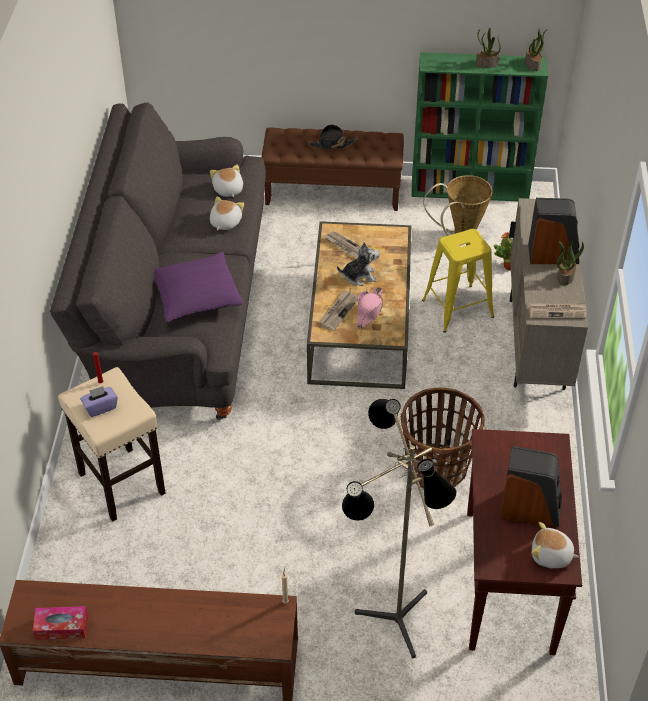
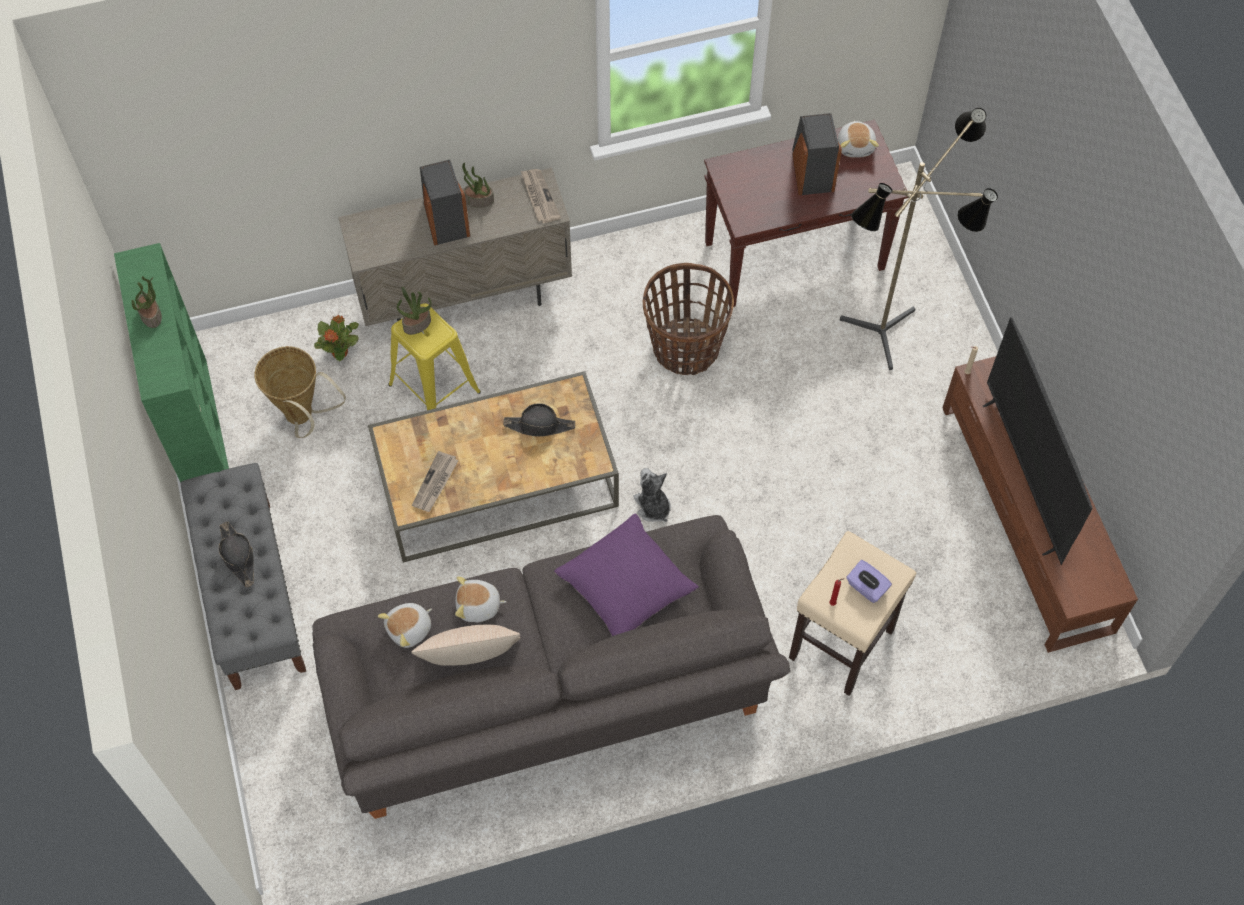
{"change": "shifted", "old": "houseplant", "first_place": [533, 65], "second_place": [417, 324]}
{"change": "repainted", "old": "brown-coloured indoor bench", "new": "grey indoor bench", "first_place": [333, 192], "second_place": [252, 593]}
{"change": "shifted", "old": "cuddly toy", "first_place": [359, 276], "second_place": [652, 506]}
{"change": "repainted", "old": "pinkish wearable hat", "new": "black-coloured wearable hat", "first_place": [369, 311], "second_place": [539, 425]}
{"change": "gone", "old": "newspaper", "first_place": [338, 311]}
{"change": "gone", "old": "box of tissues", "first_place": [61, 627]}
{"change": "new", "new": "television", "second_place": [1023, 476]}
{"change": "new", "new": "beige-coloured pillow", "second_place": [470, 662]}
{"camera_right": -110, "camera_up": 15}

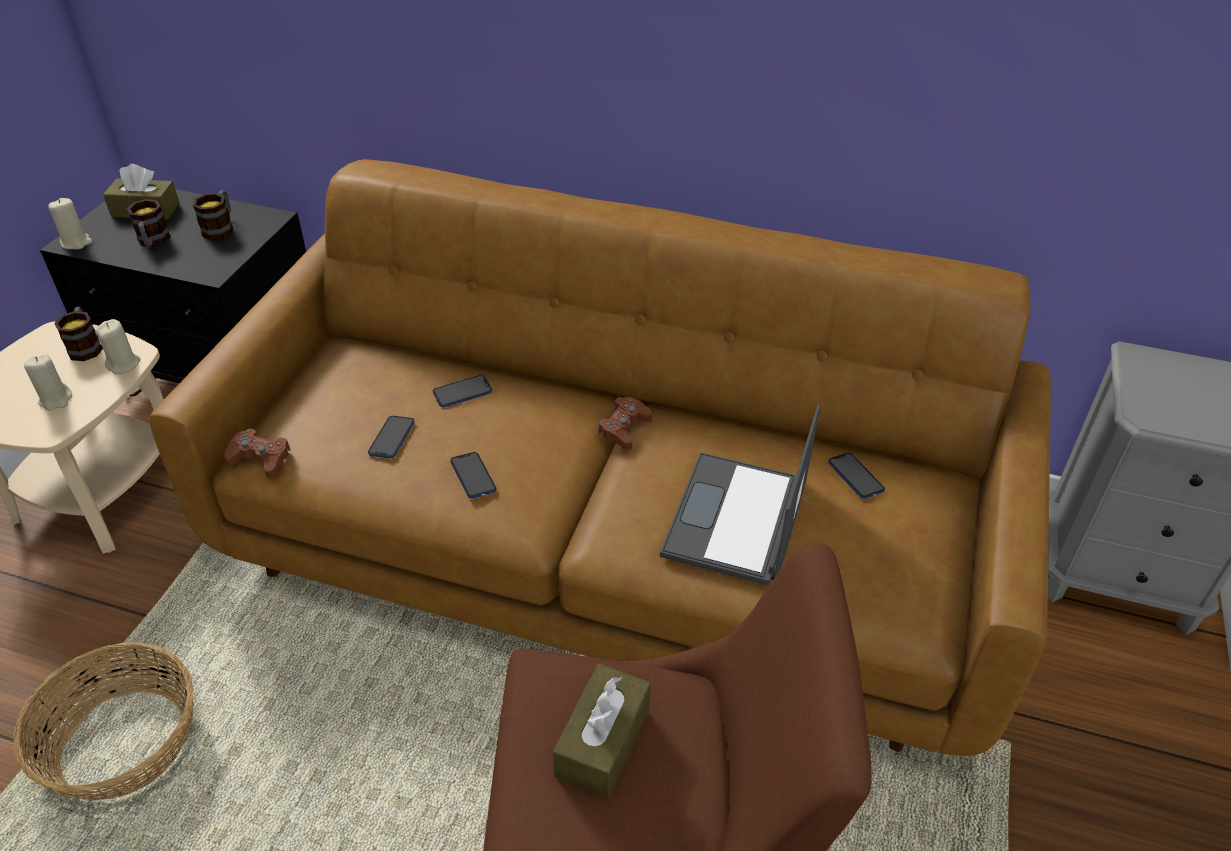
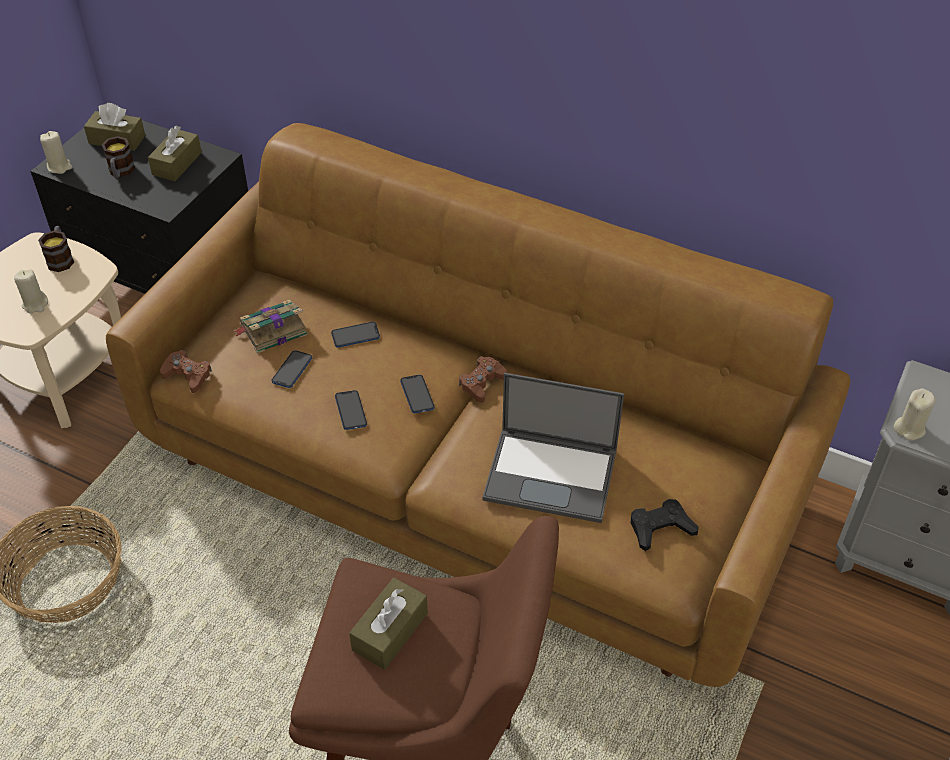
{"change": "swapped", "old": "tea mug", "new": "brown-coloured box of tissues", "first_place": [221, 228], "second_place": [177, 163]}
{"change": "shifted", "old": "beige-coloured wax light", "first_place": [124, 364], "second_place": [909, 428]}
{"change": "rotated", "old": "notebook computer", "first_place": [736, 520], "second_place": [552, 474], "degrees": -105}
{"change": "shifted", "old": "phone", "first_place": [855, 477], "second_place": [417, 395]}
{"change": "new", "new": "volume", "second_place": [272, 330]}
{"change": "new", "new": "black-coloured gamepad", "second_place": [660, 528]}
{"camera_right": 10, "camera_up": 5}

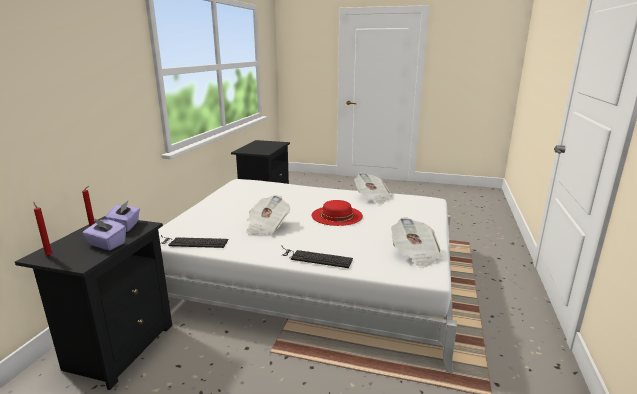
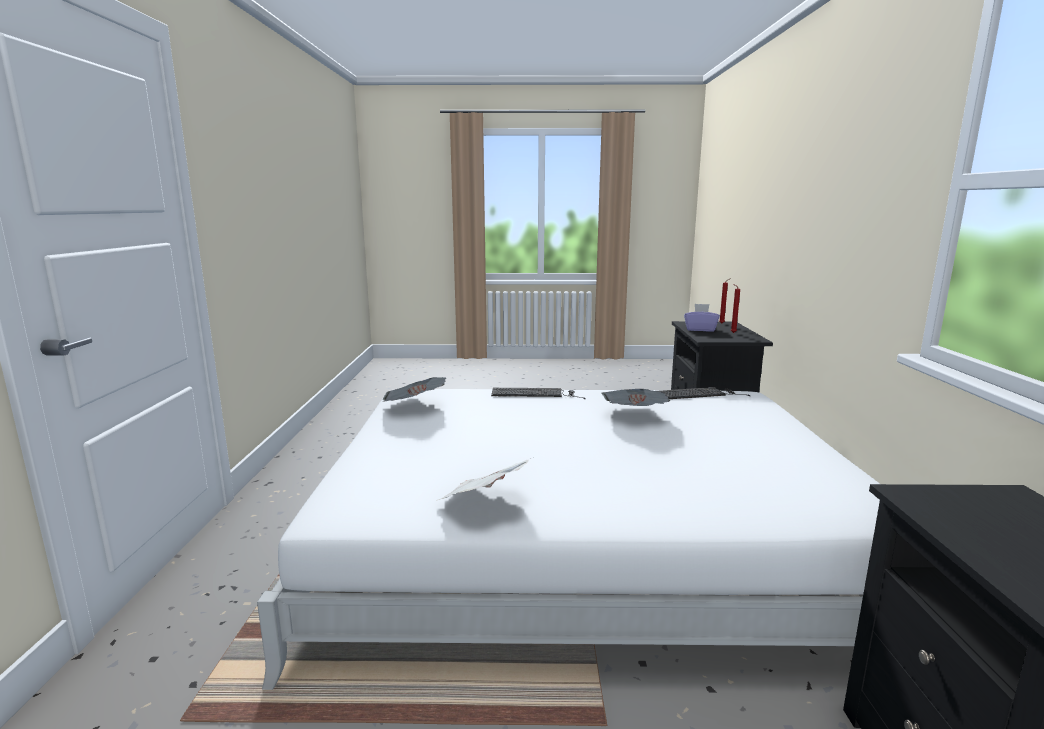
{"change": "gone", "old": "reddish wearable hat", "first_place": [337, 215]}
{"change": "gone", "old": "purple-coloured box of tissues", "first_place": [125, 226]}
{"camera_right": 165, "camera_up": -5}

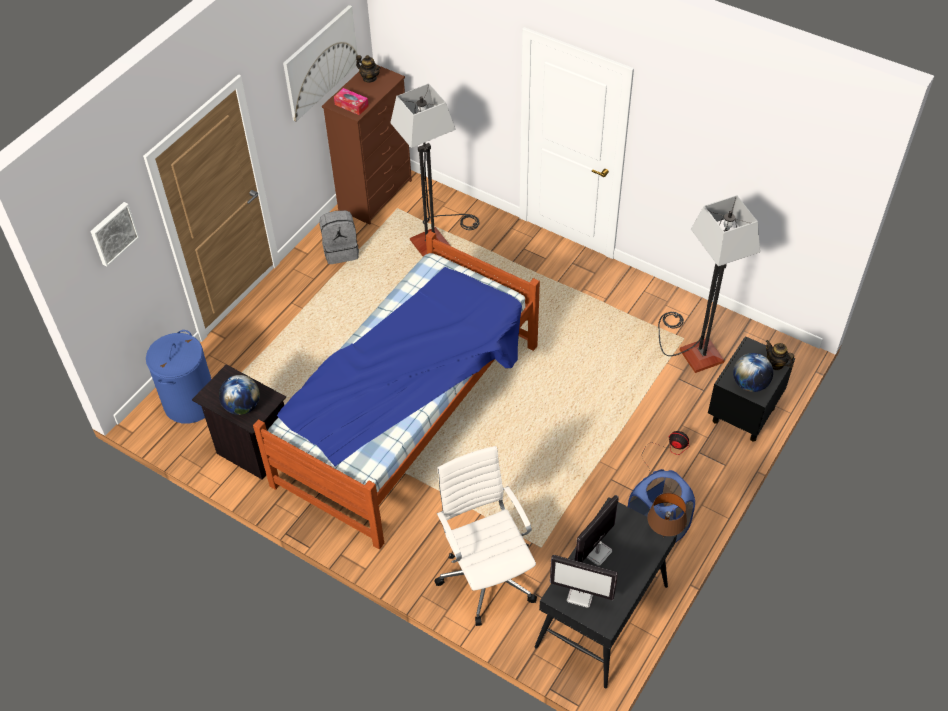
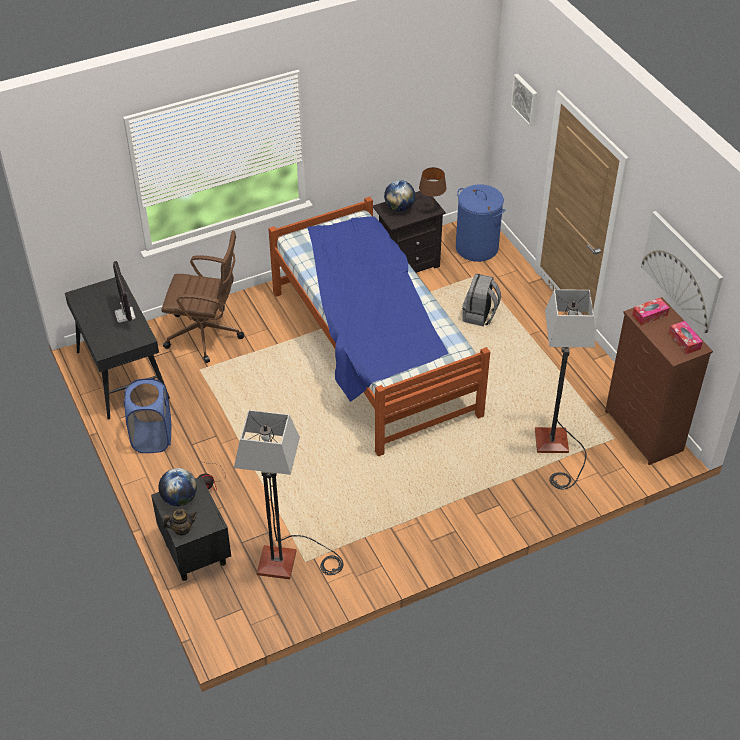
{"change": "swapped", "old": "teapot", "new": "box of tissues", "first_place": [369, 78], "second_place": [684, 341]}
{"change": "shifted", "old": "grey knapsack", "first_place": [341, 251], "second_place": [480, 315]}
{"change": "repainted", "old": "whitish computer chair", "new": "brown-coloured computer chair", "first_place": [487, 574], "second_place": [206, 334]}
{"change": "shifted", "old": "brown-coloured table lamp", "first_place": [663, 537], "second_place": [431, 207]}
{"change": "gone", "old": "computer screen", "first_place": [581, 595]}
{"camera_right": 120, "camera_up": -5}

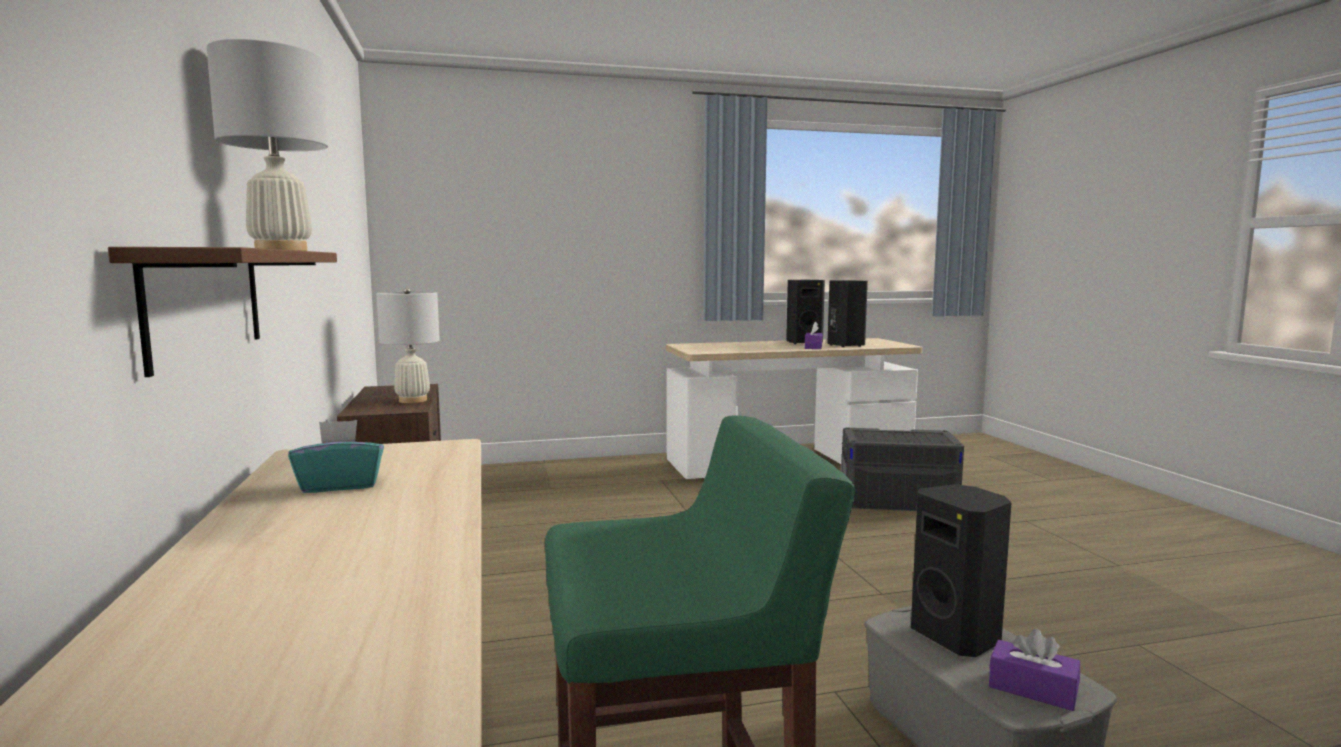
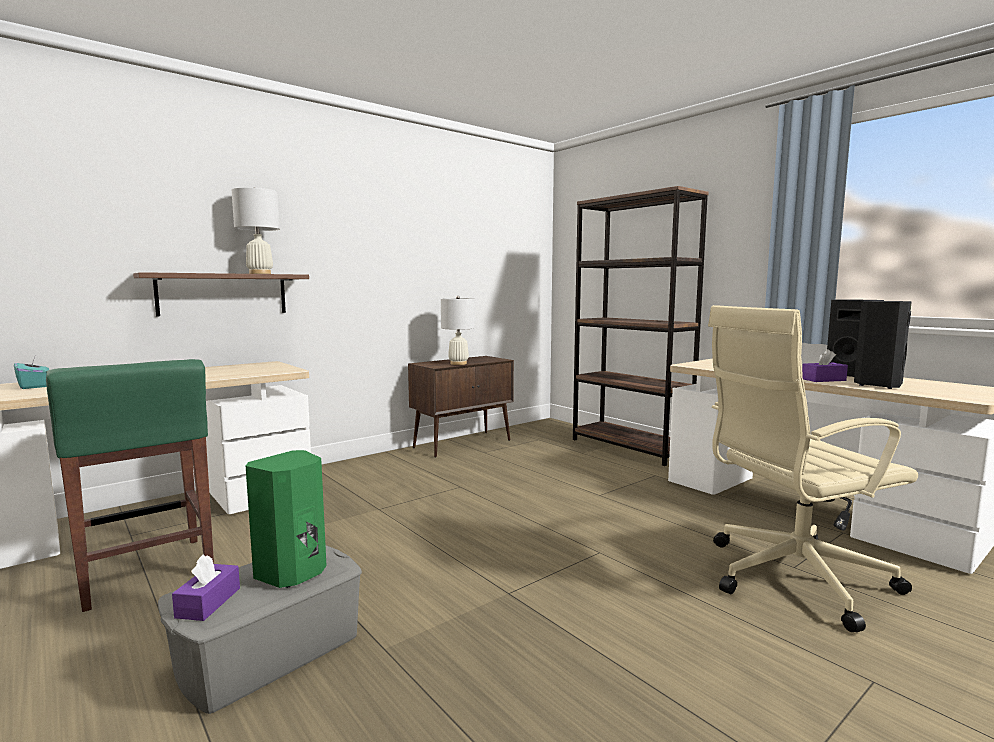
{"change": "shifted", "old": "blue-green box of tissues", "first_place": [341, 485], "second_place": [34, 386]}
{"change": "swapped", "old": "grey storage container", "new": "beige-coloured computer chair", "first_place": [897, 499], "second_place": [791, 578]}
{"change": "repainted", "old": "black-coloured loudspeaker", "new": "greenish loudspeaker", "first_place": [958, 636], "second_place": [293, 573]}
{"change": "new", "new": "brown-coloured shelving unit", "second_place": [630, 447]}
{"camera_right": 65, "camera_up": 0}

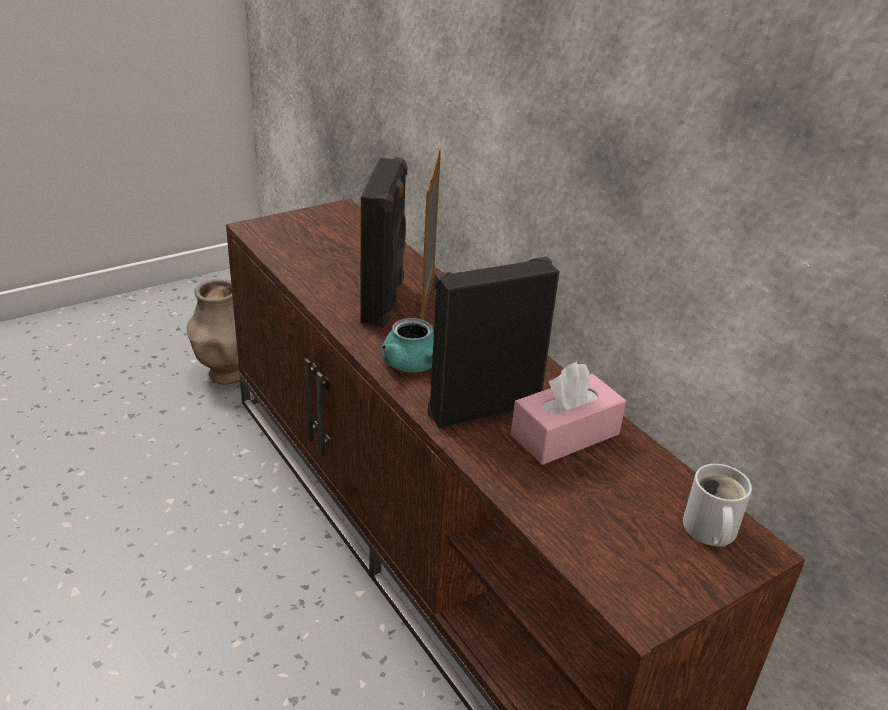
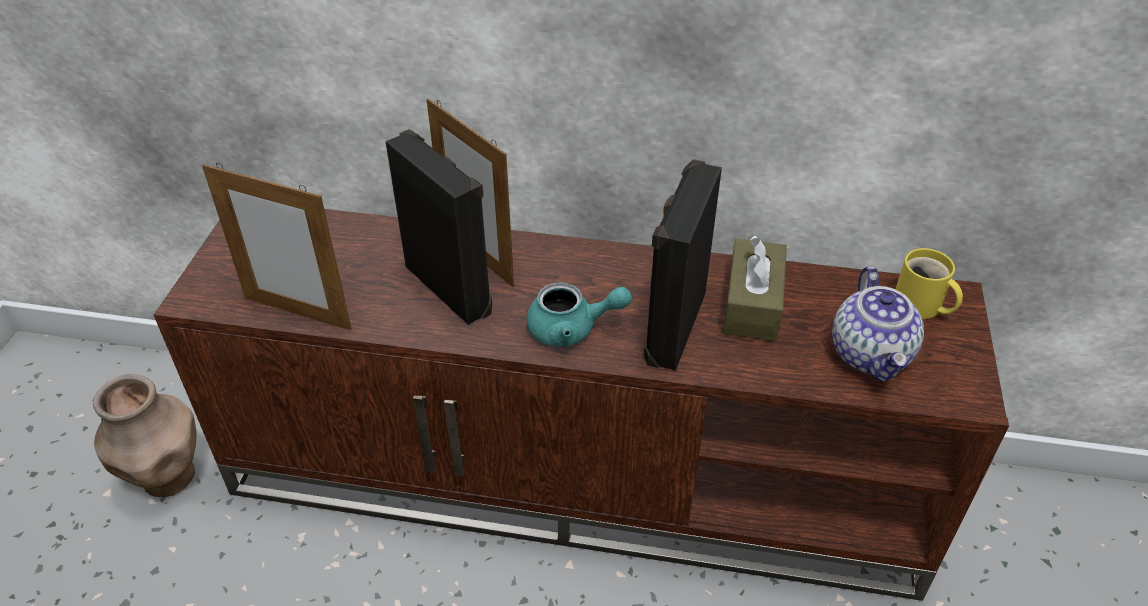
{"change": "repainted", "old": "pinkish box of tissues", "new": "brown-coloured box of tissues", "first_place": [565, 434], "second_place": [752, 304]}
{"change": "repainted", "old": "whitish tea mug", "new": "yellow tea mug", "first_place": [708, 531], "second_place": [920, 306]}
{"change": "new", "new": "photo frame", "second_place": [297, 313]}
{"change": "new", "new": "teapot", "second_place": [872, 355]}
{"camera_right": -45, "camera_up": 10}

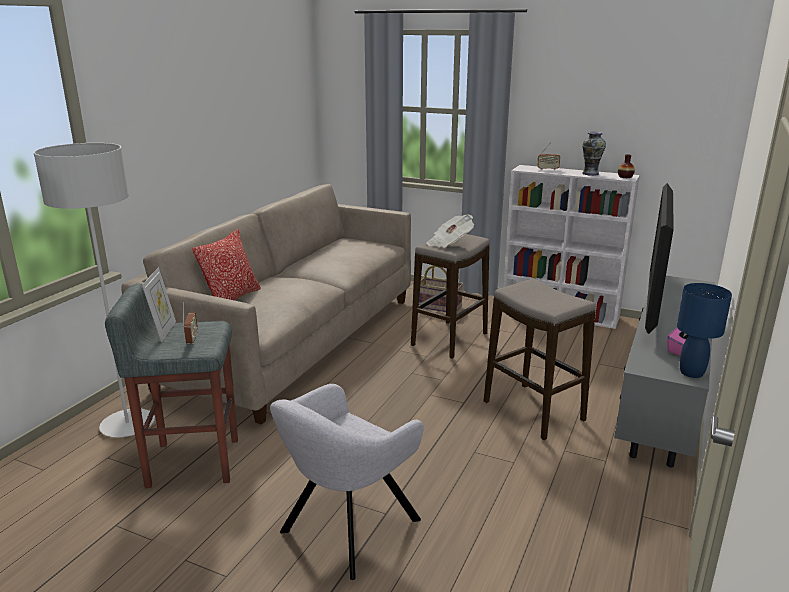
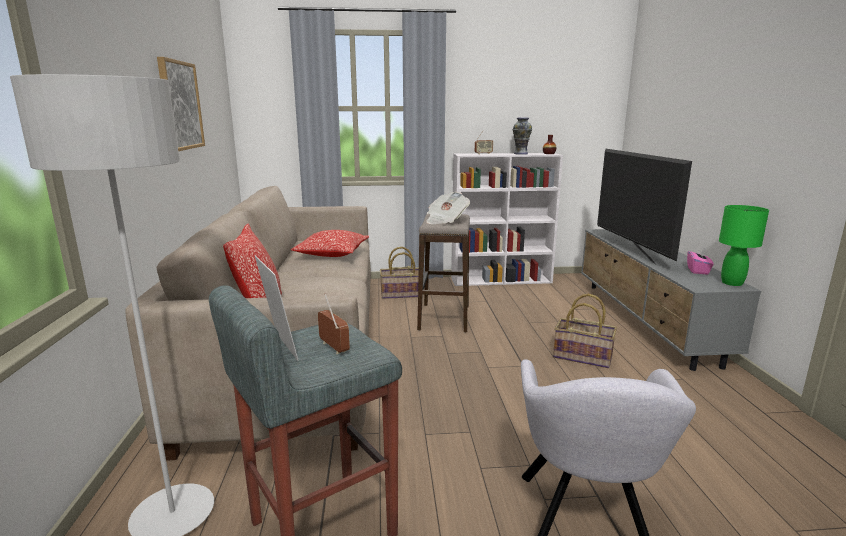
{"change": "swapped", "old": "sitting stool", "new": "household basket", "first_place": [533, 411], "second_place": [583, 356]}
{"change": "repainted", "old": "blue-coloured table lamp", "new": "greenish table lamp", "first_place": [691, 373], "second_place": [732, 283]}
{"change": "new", "new": "picture", "second_place": [180, 105]}
{"change": "new", "new": "pillow", "second_place": [332, 254]}
{"camera_right": -30, "camera_up": -5}

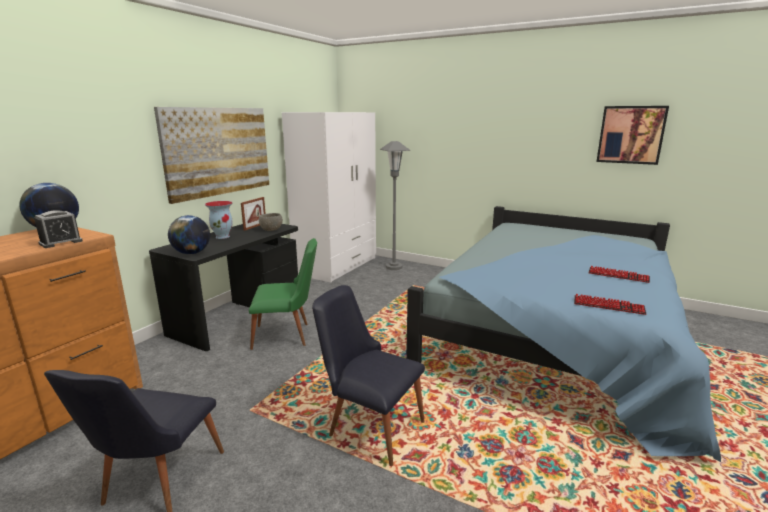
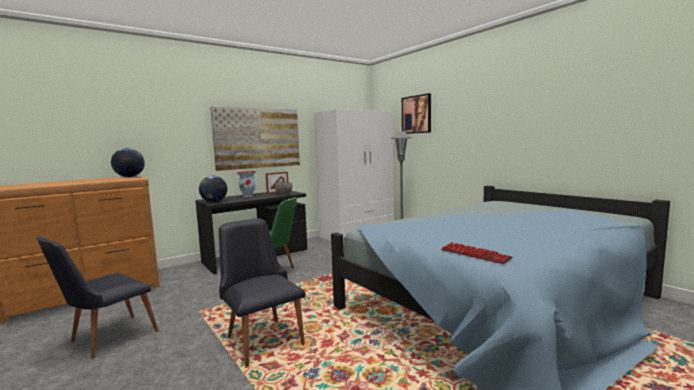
{"change": "shifted", "old": "picture", "first_place": [631, 135], "second_place": [416, 114]}
{"change": "gone", "old": "table clock", "first_place": [61, 242]}
{"change": "gone", "old": "keyboard", "first_place": [618, 275]}
{"camera_right": 25, "camera_up": -10}

